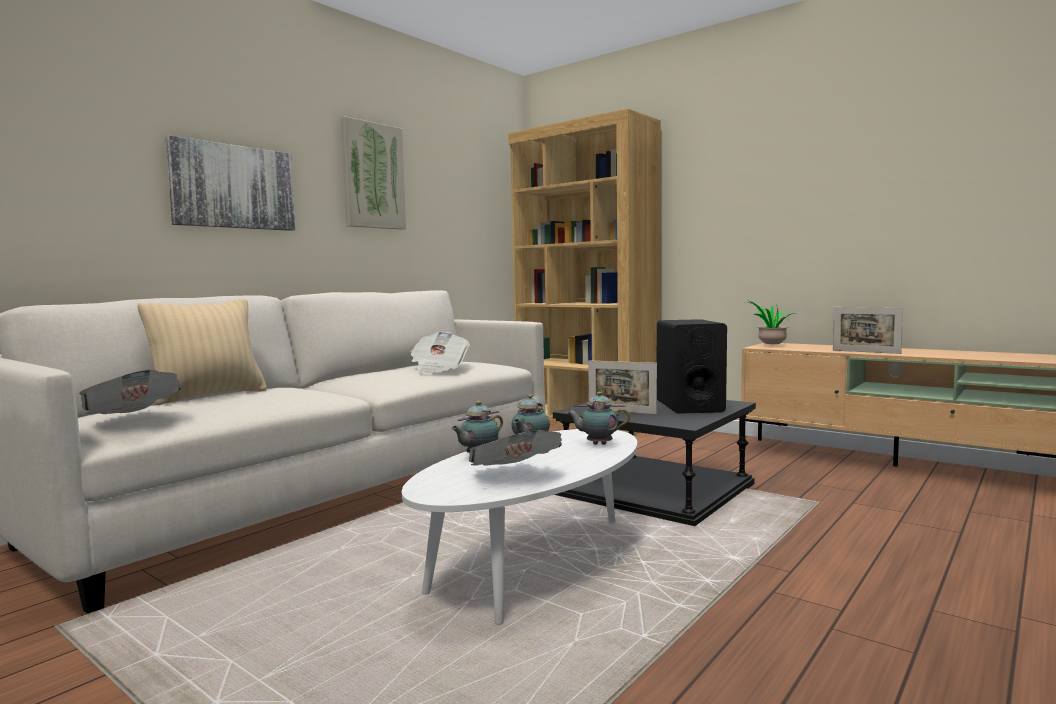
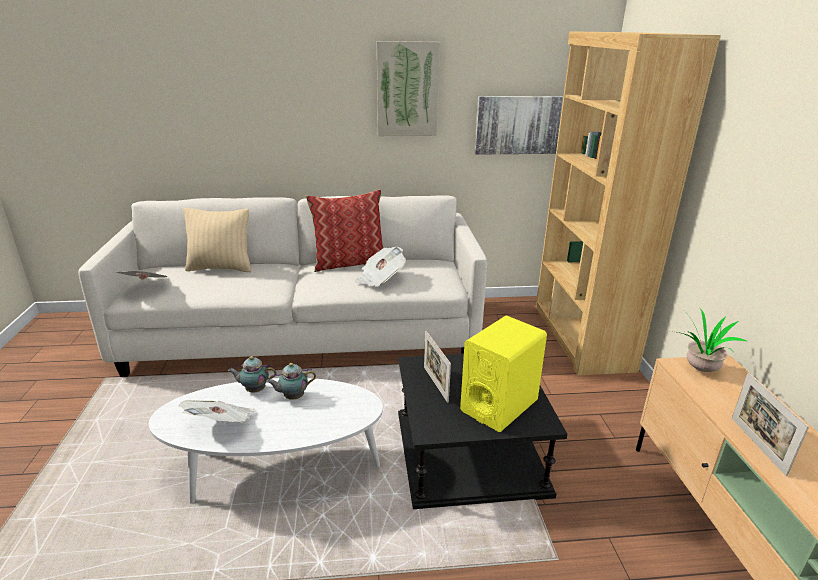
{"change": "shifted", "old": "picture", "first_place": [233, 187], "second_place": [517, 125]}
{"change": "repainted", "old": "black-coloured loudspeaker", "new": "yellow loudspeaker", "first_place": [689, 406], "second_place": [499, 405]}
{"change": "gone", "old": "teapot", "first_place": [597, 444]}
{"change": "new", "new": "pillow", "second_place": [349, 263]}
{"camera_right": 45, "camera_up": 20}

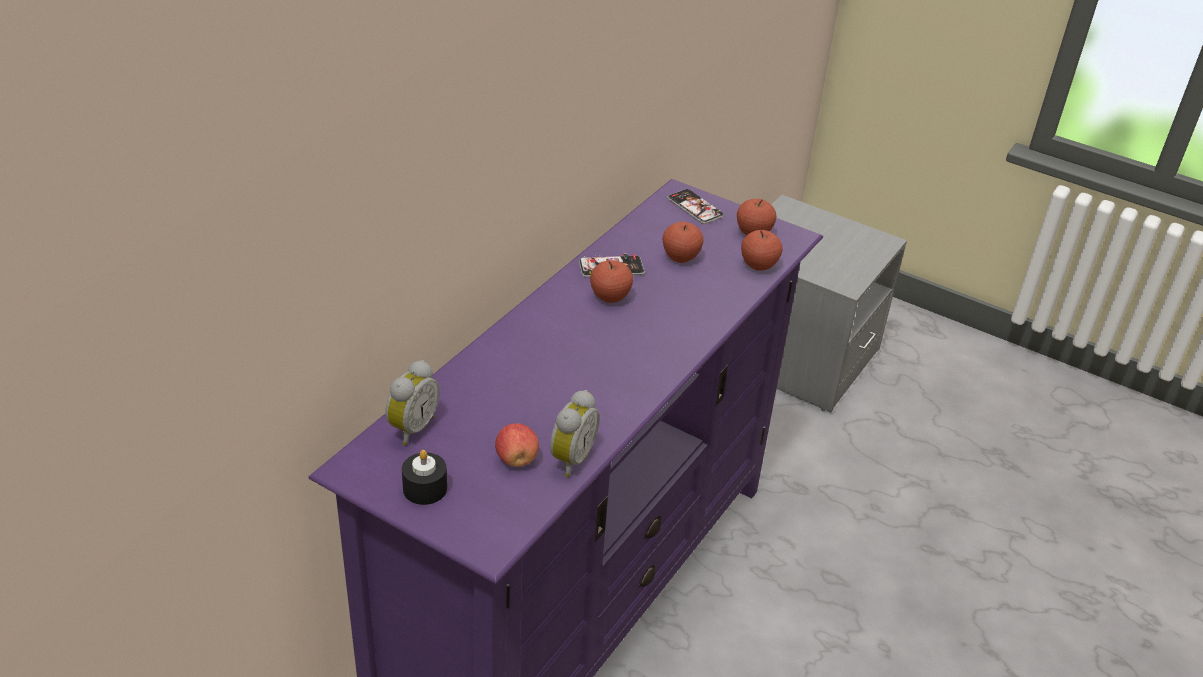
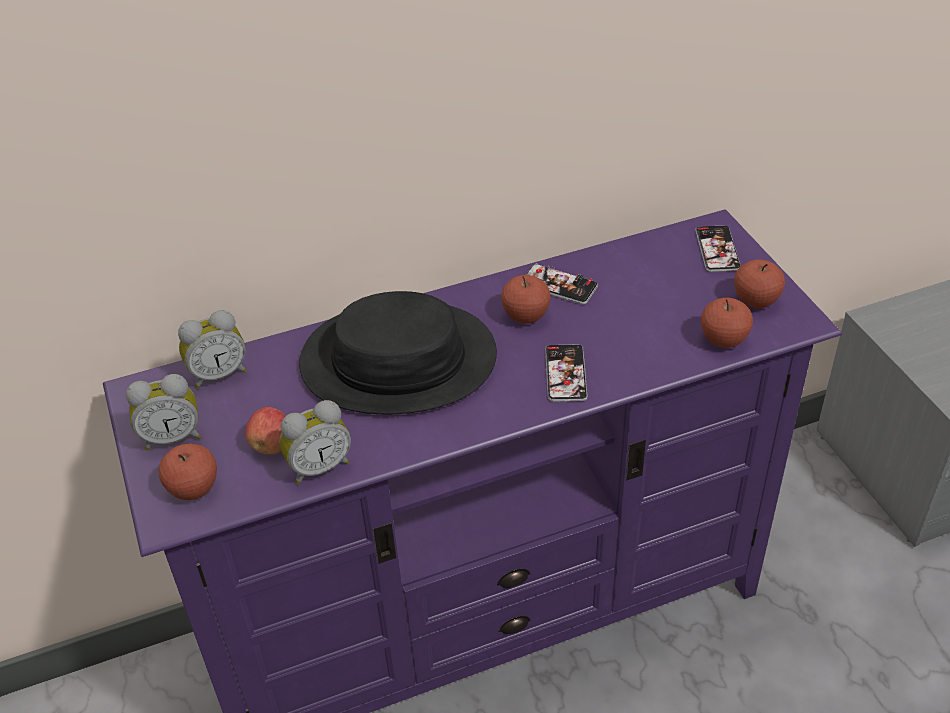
{"change": "shifted", "old": "whole apple", "first_place": [680, 257], "second_place": [194, 489]}
{"change": "swapped", "old": "black-coloured wax light", "new": "table clock", "first_place": [425, 488], "second_place": [172, 436]}
{"change": "new", "new": "black-coloured wearable hat", "second_place": [398, 361]}
{"change": "new", "new": "phone", "second_place": [565, 374]}
{"camera_right": 40, "camera_up": 5}

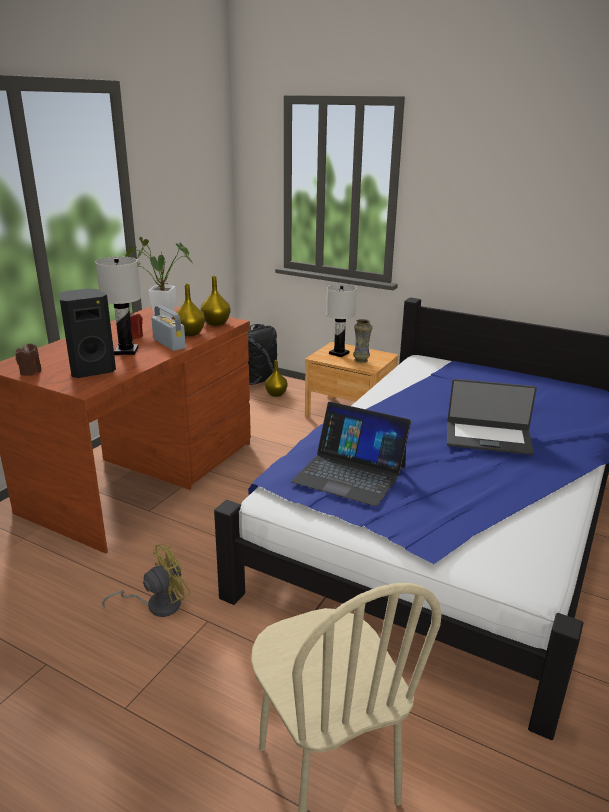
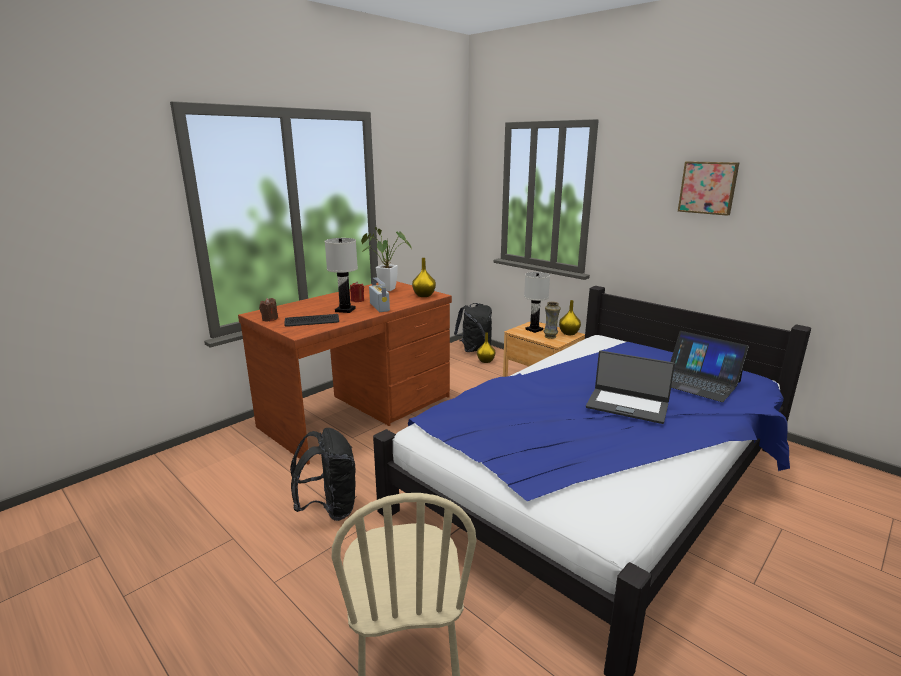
{"change": "shifted", "old": "yellow vase", "first_place": [190, 333], "second_place": [569, 333]}
{"change": "swapped", "old": "black-coloured loudspeaker", "new": "keyboard", "first_place": [91, 370], "second_place": [312, 321]}
{"change": "shifted", "old": "notebook computer", "first_place": [350, 473], "second_place": [697, 382]}
{"change": "swapped", "old": "yellow electric fan", "new": "black-coloured knapsack", "first_place": [157, 604], "second_place": [329, 508]}
{"change": "new", "new": "picture", "second_place": [708, 187]}
{"camera_right": 15, "camera_up": -5}

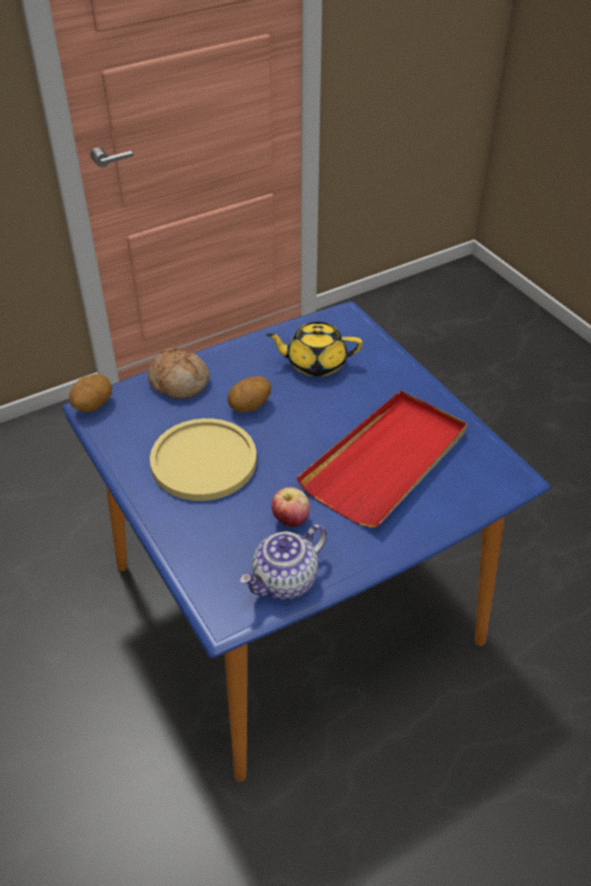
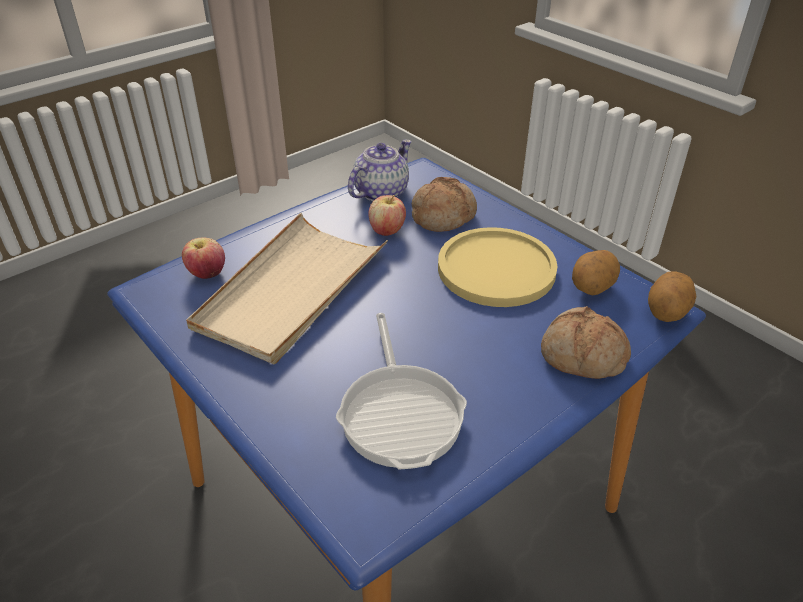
{"change": "swapped", "old": "yellow teapot", "new": "skillet", "first_place": [315, 363], "second_place": [400, 412]}
{"change": "shifted", "old": "spud", "first_place": [250, 406], "second_place": [591, 288]}
{"change": "repainted", "old": "reddish serving tray", "new": "beige-coloured serving tray", "first_place": [387, 461], "second_place": [291, 290]}
{"change": "new", "new": "bakery bread", "second_place": [442, 215]}
{"change": "new", "new": "whole apple", "second_place": [207, 274]}
{"camera_right": 170, "camera_up": -5}

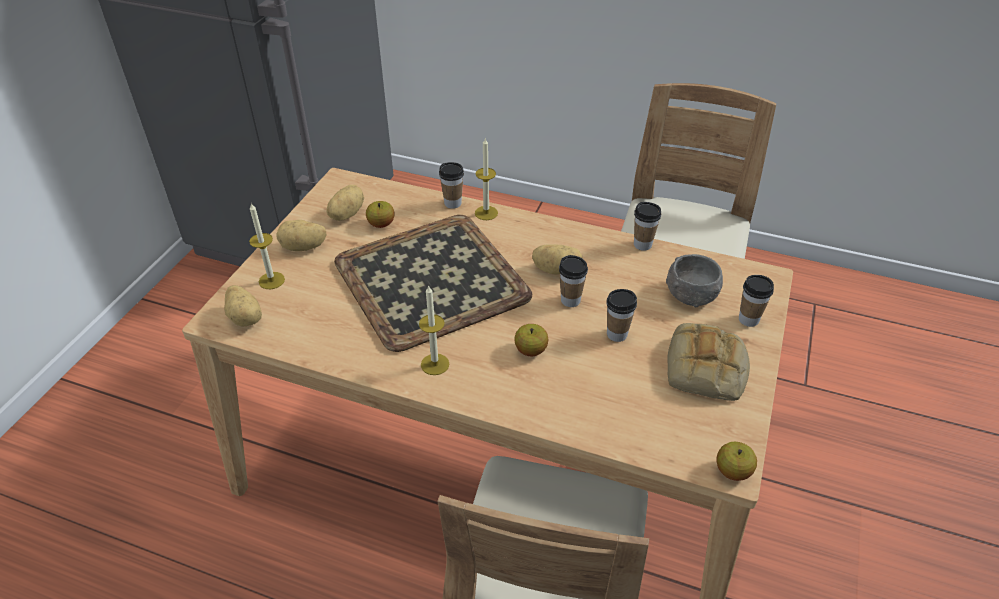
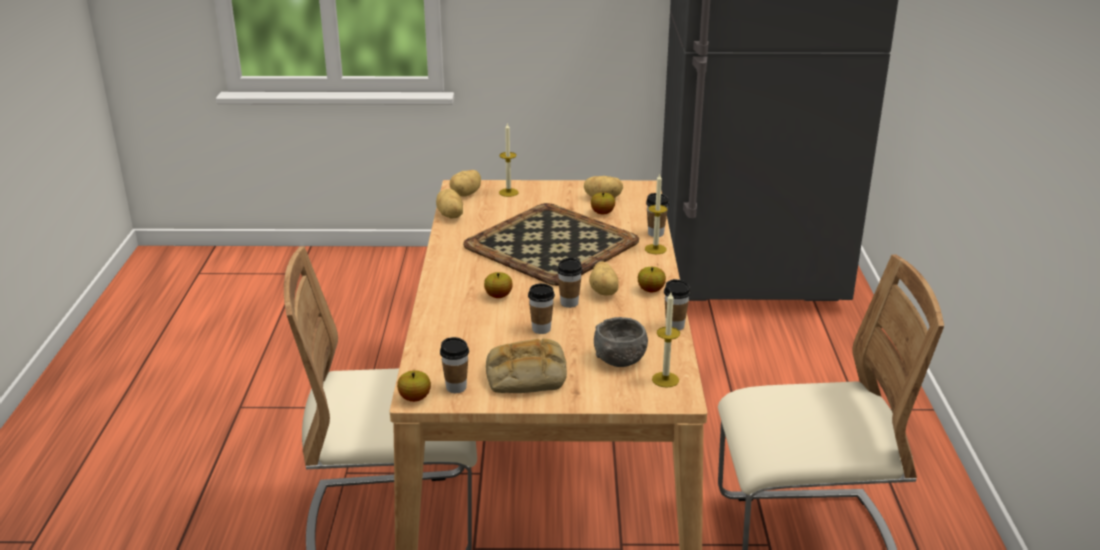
{"change": "shifted", "old": "spud", "first_place": [303, 247], "second_place": [450, 216]}
{"change": "shifted", "old": "drinking cup", "first_place": [748, 319], "second_place": [456, 387]}
{"change": "shifted", "old": "wax light", "first_place": [435, 364], "second_place": [665, 379]}
{"change": "new", "new": "whole apple", "second_place": [651, 290]}
{"camera_right": 70, "camera_up": -15}

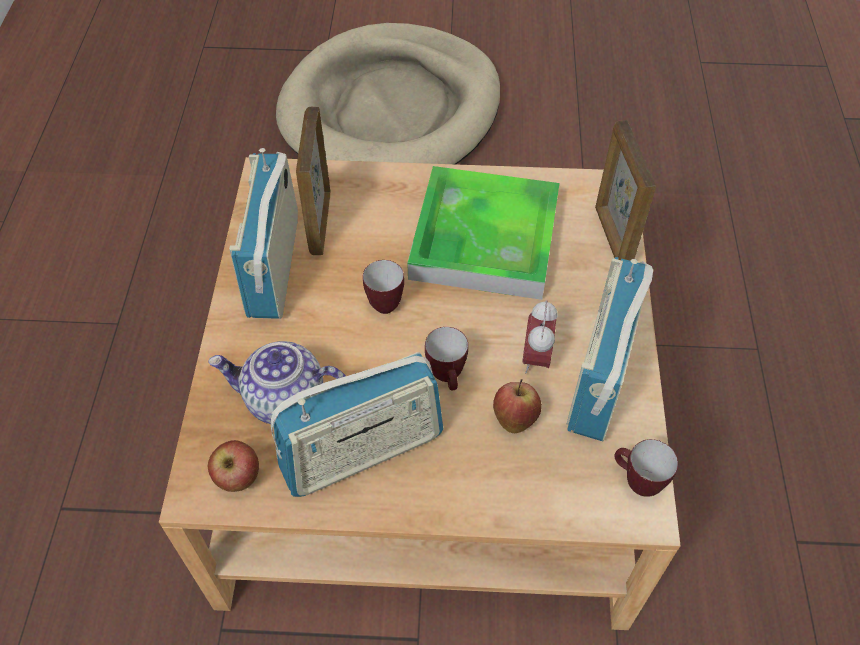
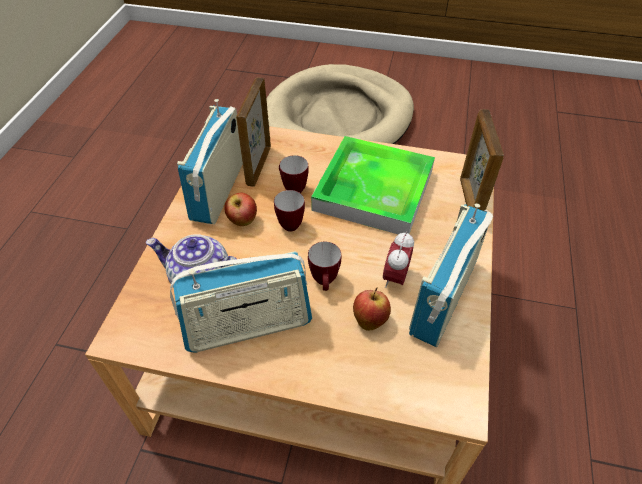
{"change": "shifted", "old": "tea mug", "first_place": [636, 482], "second_place": [292, 188]}
{"change": "shifted", "old": "whole apple", "first_place": [238, 478], "second_place": [242, 221]}
{"camera_right": 10, "camera_up": -5}

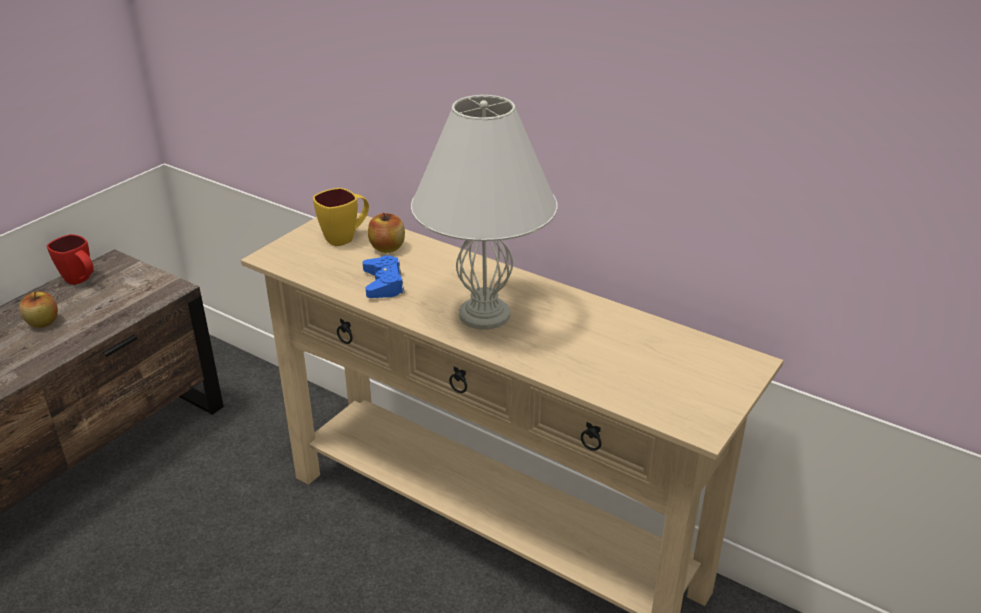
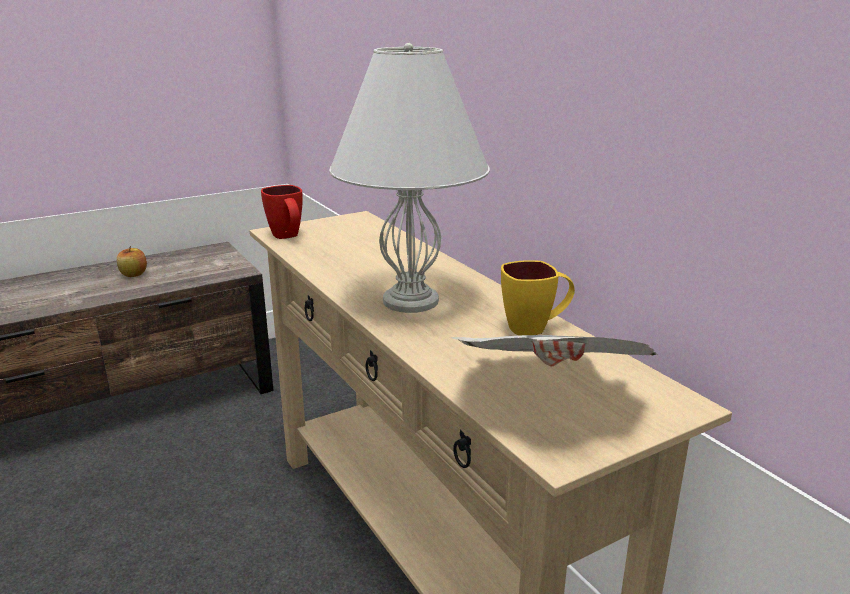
{"change": "shifted", "old": "yellow tea mug", "first_place": [345, 237], "second_place": [535, 328]}
{"change": "gone", "old": "whole apple", "first_place": [387, 248]}
{"change": "shifted", "old": "reddish tea mug", "first_place": [81, 281], "second_place": [287, 237]}
{"change": "gone", "old": "blue-coloured gamepad", "first_place": [383, 284]}
{"change": "new", "new": "newspaper", "second_place": [549, 394]}
{"camera_right": 25, "camera_up": -10}

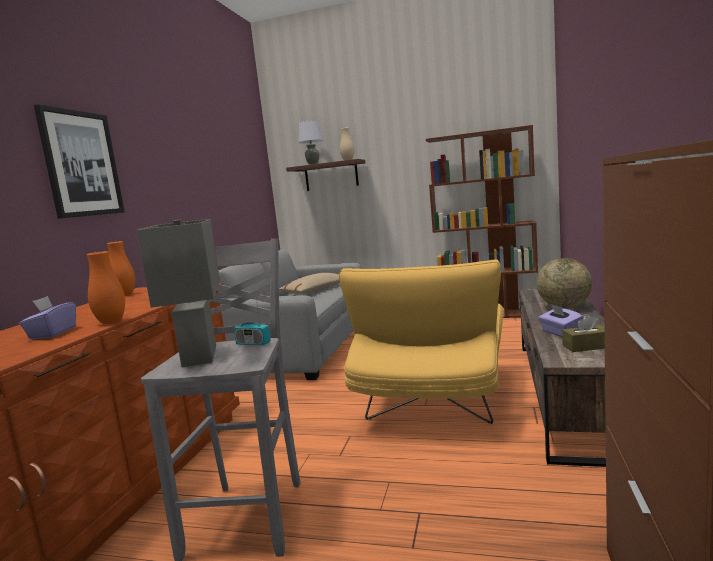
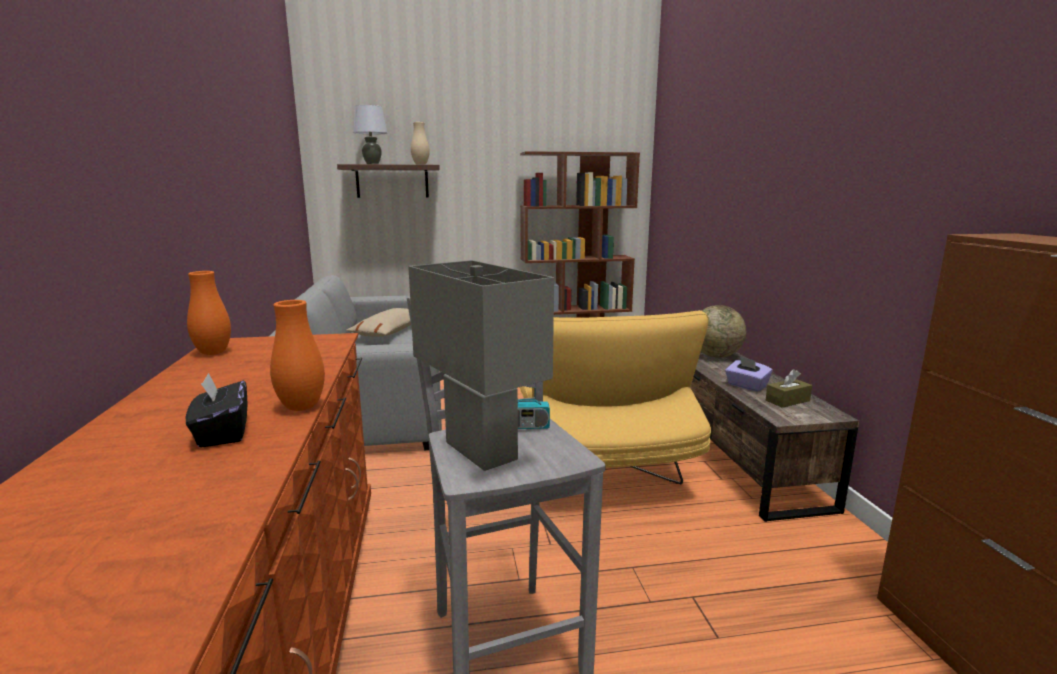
{"change": "gone", "old": "picture", "first_place": [81, 164]}
{"change": "repainted", "old": "purple-coloured box of tissues", "new": "black-coloured box of tissues", "first_place": [52, 333], "second_place": [222, 433]}
{"camera_right": -25, "camera_up": 5}

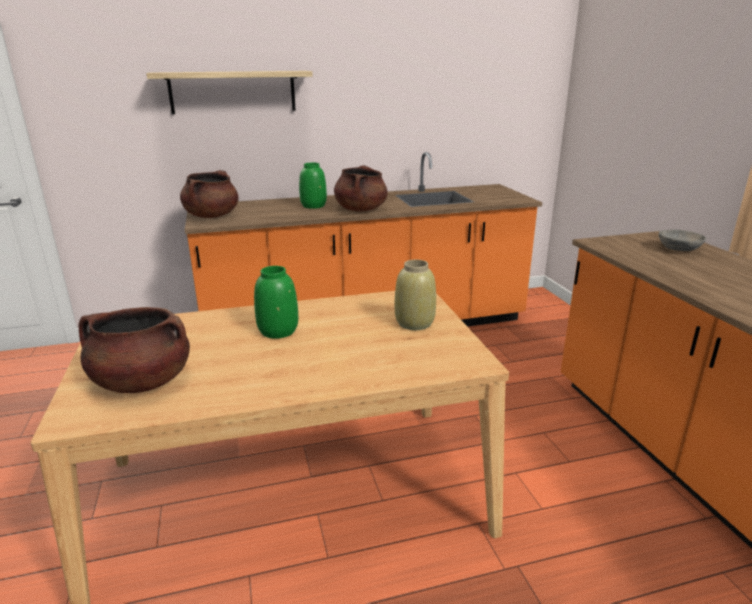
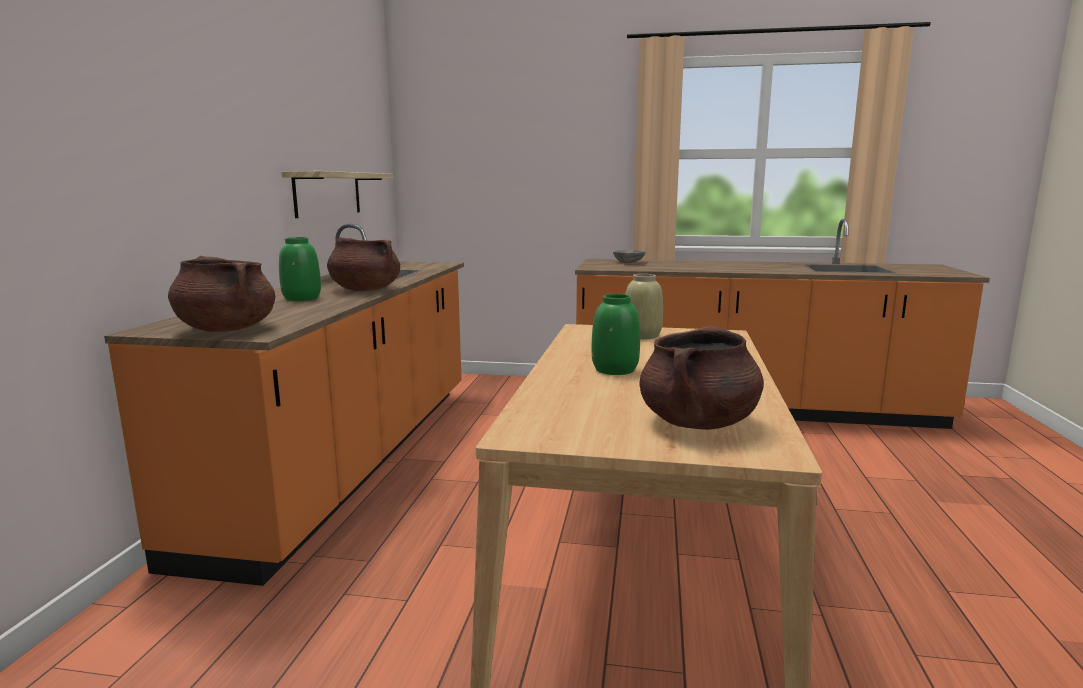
{"change": "shifted", "old": "shelf", "first_place": [233, 92], "second_place": [328, 194]}
{"camera_right": -65, "camera_up": -10}

